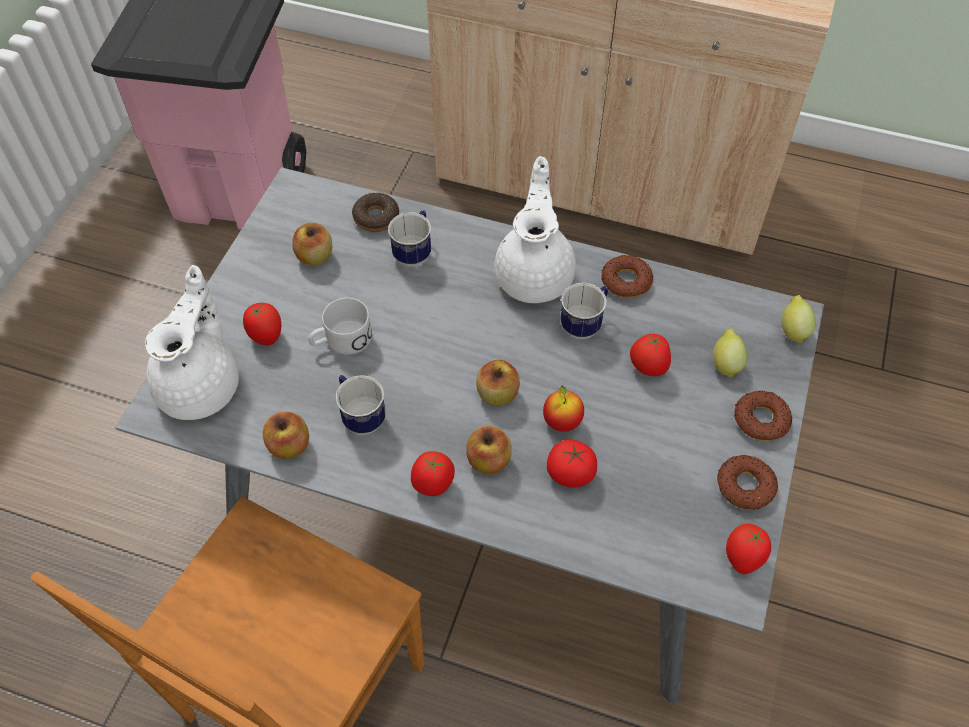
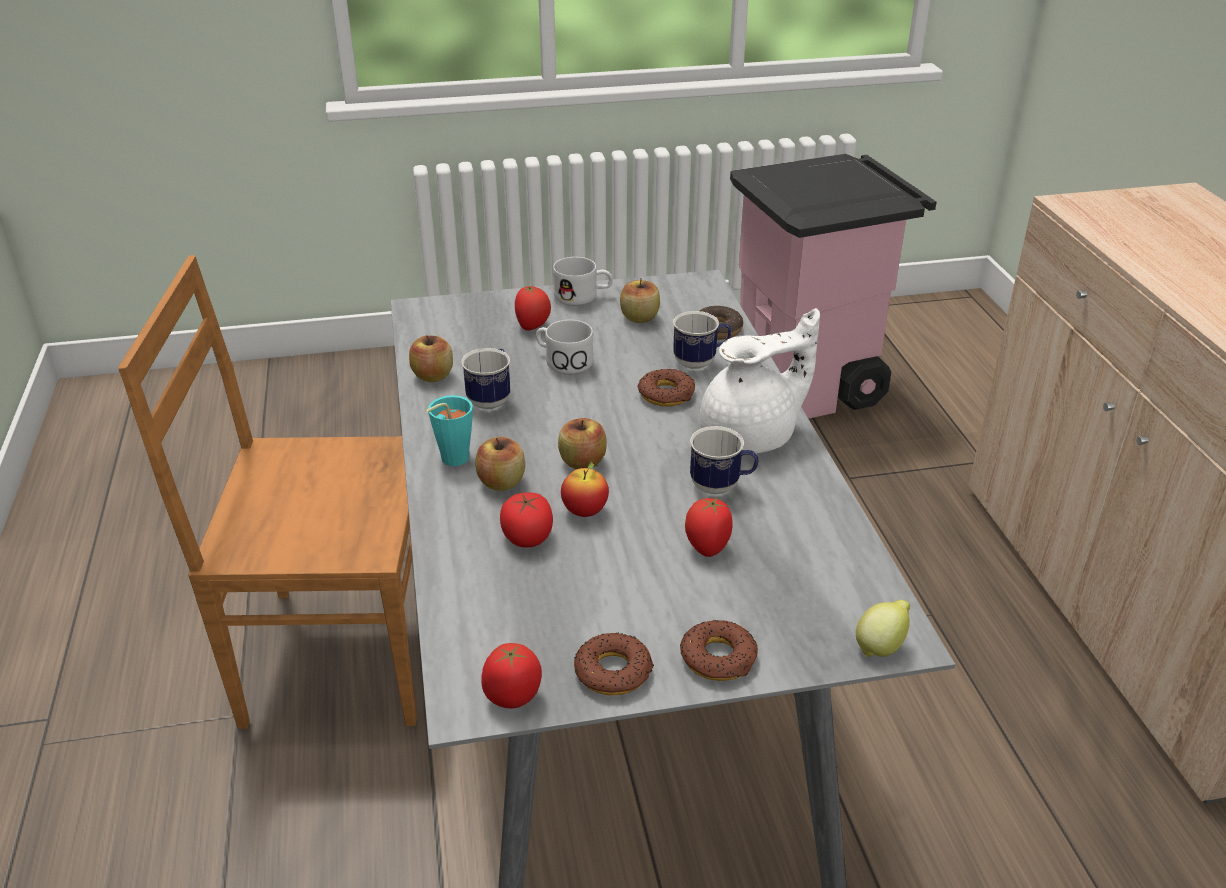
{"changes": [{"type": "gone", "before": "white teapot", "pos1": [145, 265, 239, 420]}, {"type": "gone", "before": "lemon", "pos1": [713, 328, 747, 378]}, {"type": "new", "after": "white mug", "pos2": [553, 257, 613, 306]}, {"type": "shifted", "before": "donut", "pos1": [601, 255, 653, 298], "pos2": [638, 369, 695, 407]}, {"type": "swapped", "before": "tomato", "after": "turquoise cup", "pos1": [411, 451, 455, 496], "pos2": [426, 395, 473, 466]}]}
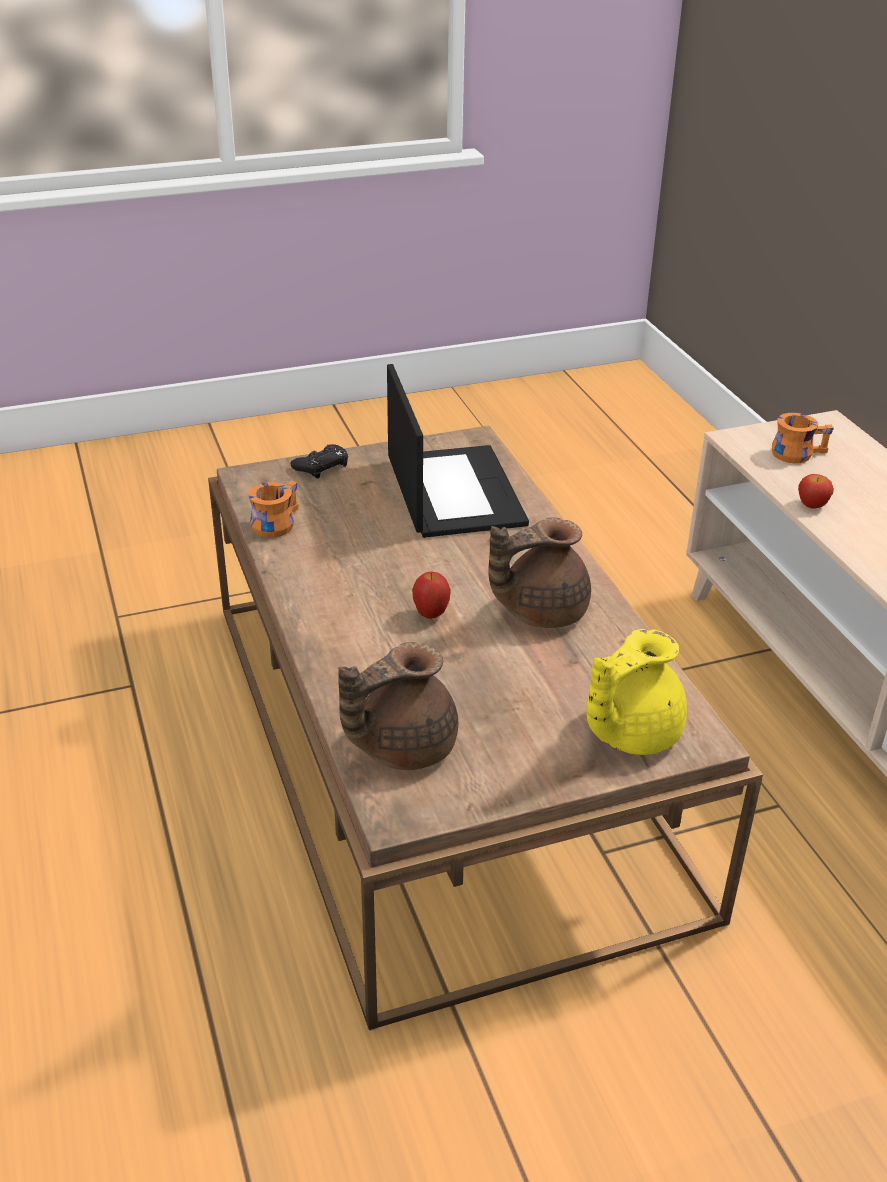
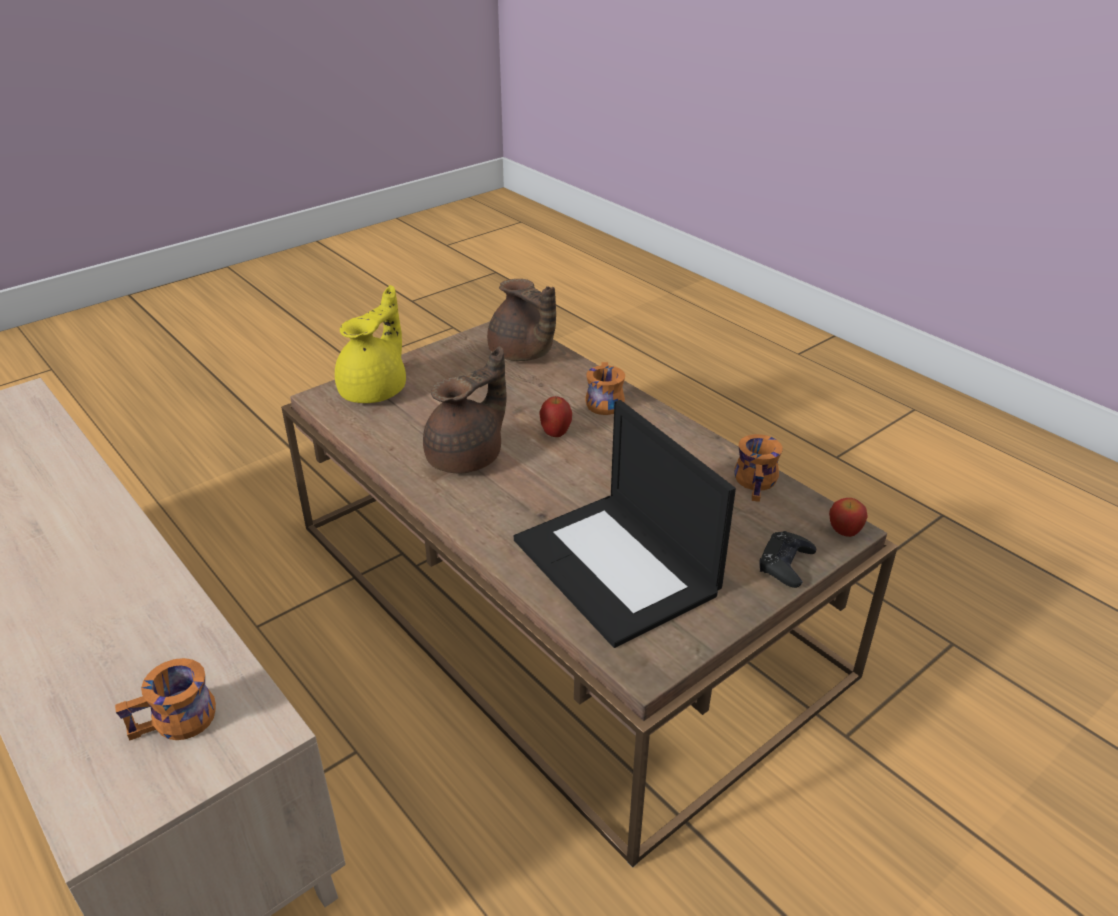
{"changes": [{"type": "new", "after": "orange mug", "pos2": [585, 362, 625, 415]}, {"type": "shifted", "before": "apple", "pos1": [798, 474, 834, 509], "pos2": [829, 498, 868, 537]}, {"type": "rotated", "before": "brown teapot", "pos1": [338, 642, 458, 770], "pos2": [487, 279, 556, 361], "turn": 105}]}
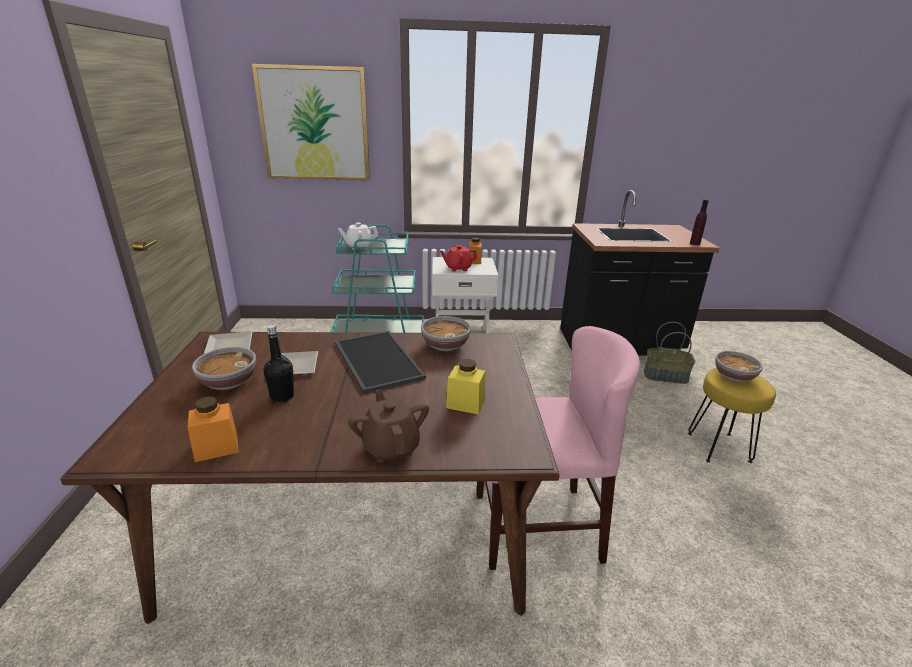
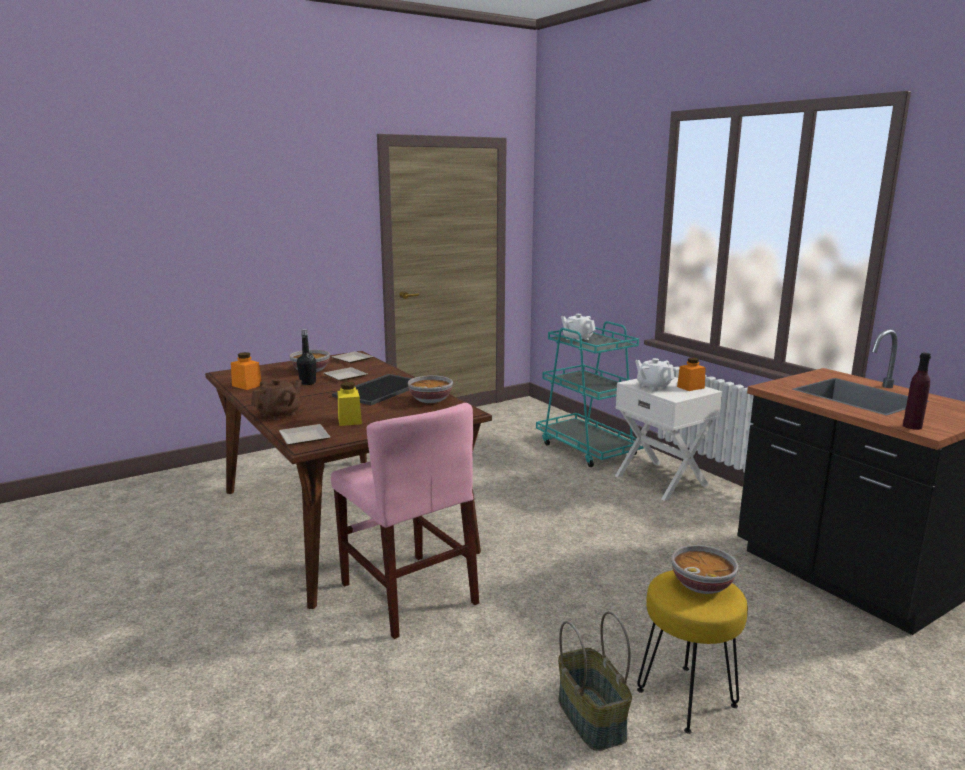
{"changes": [{"type": "gone", "before": "picture", "pos1": [252, 64, 370, 181]}, {"type": "new", "after": "plate", "pos2": [279, 424, 330, 445]}, {"type": "shifted", "before": "basket", "pos1": [644, 322, 696, 384], "pos2": [558, 611, 632, 751]}, {"type": "repainted", "before": "red teapot", "after": "white teapot", "pos1": [440, 245, 477, 272], "pos2": [635, 358, 674, 391]}]}
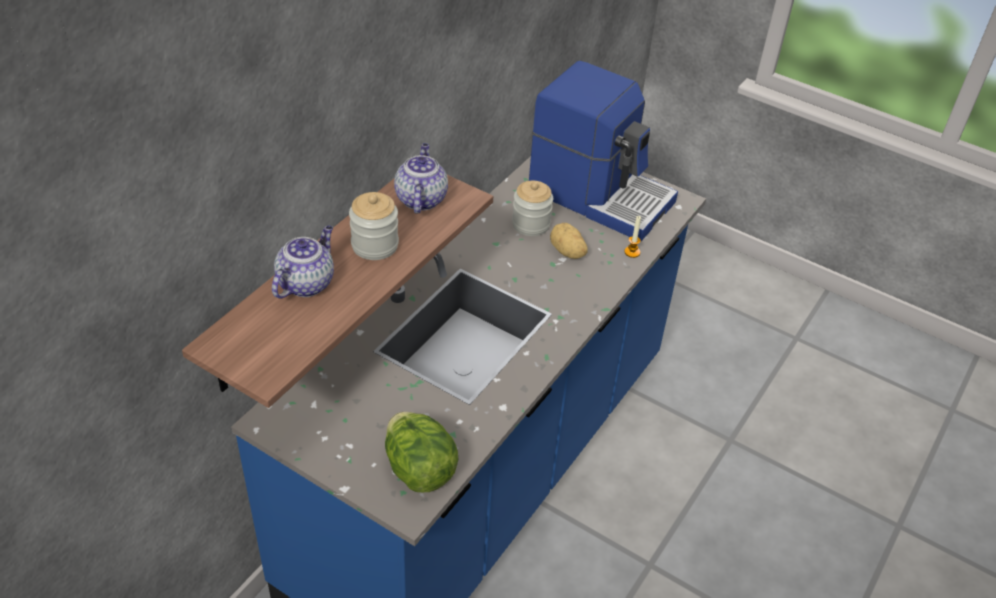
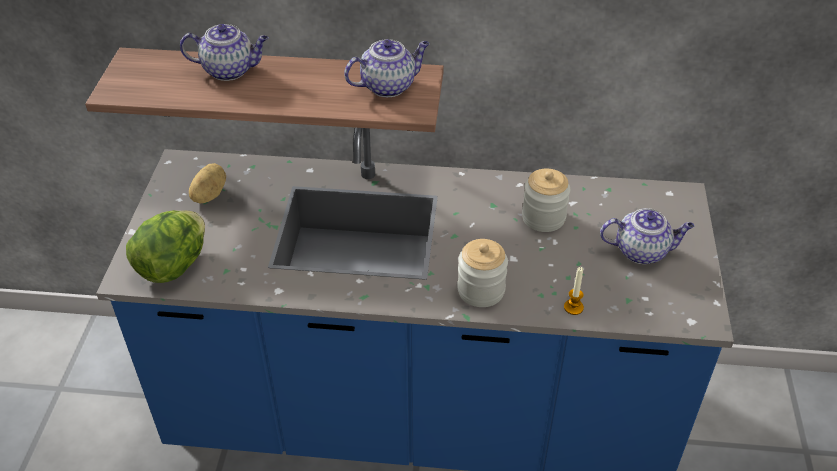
{"changes": [{"type": "shifted", "before": "jar", "pos1": [349, 192, 399, 260], "pos2": [457, 239, 508, 307]}, {"type": "shifted", "before": "potato", "pos1": [550, 223, 588, 259], "pos2": [189, 163, 226, 203]}, {"type": "swapped", "before": "coffee machine", "after": "teapot", "pos1": [529, 61, 678, 242], "pos2": [600, 208, 694, 264]}]}
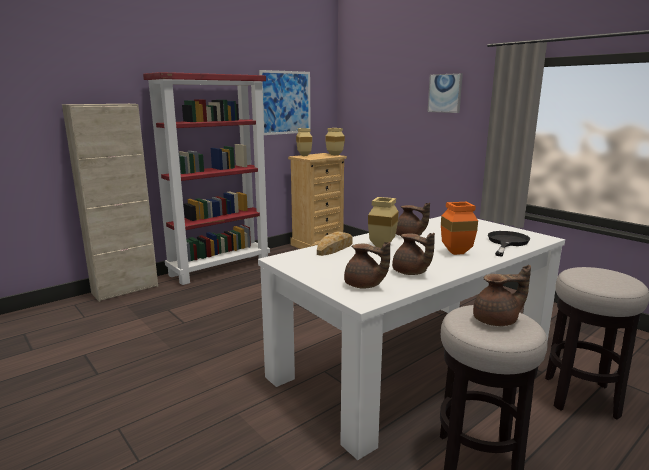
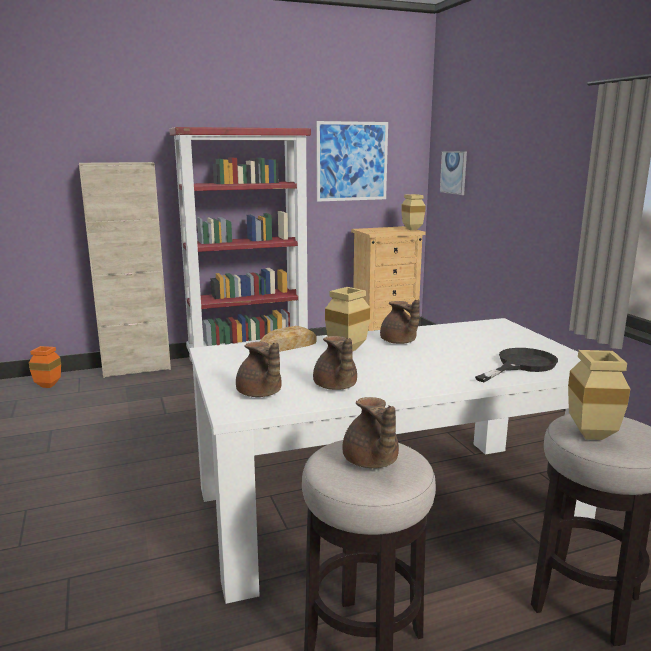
{"changes": [{"type": "shifted", "before": "beige vase", "pos1": [296, 128, 312, 156], "pos2": [568, 350, 630, 440]}, {"type": "shifted", "before": "picture", "pos1": [428, 73, 463, 113], "pos2": [440, 151, 467, 195]}, {"type": "shifted", "before": "orange vase", "pos1": [441, 202, 478, 255], "pos2": [29, 346, 61, 388]}, {"type": "rotated", "before": "brown teapot", "pos1": [473, 265, 531, 326], "pos2": [342, 397, 399, 468], "turn": 60}]}
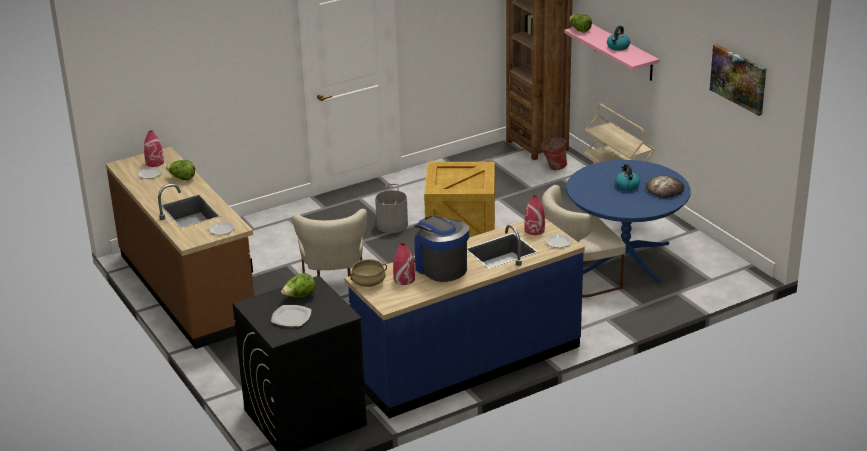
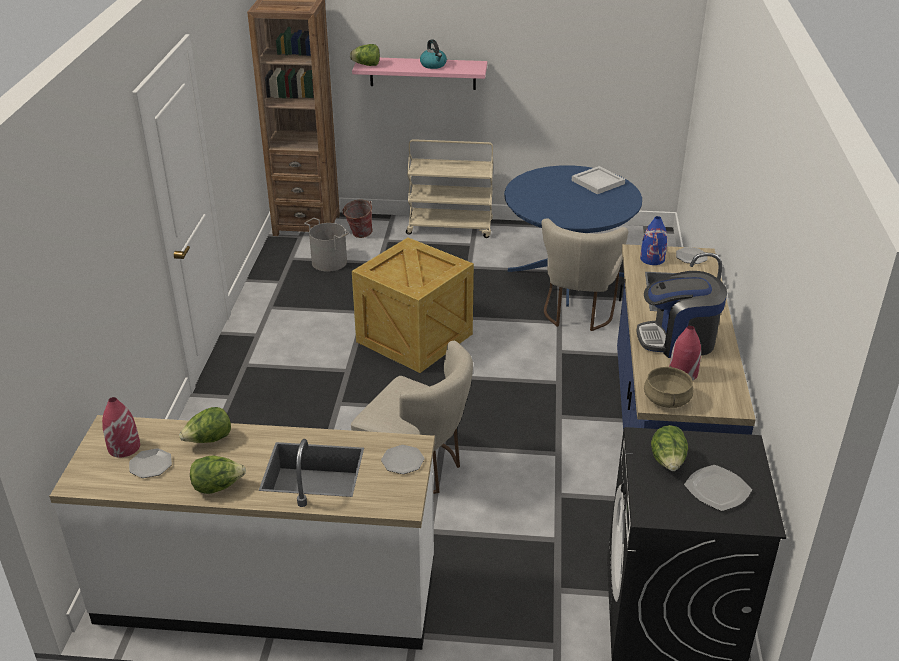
{"changes": [{"type": "gone", "before": "kettle", "pos1": [615, 164, 640, 191]}, {"type": "gone", "before": "picture", "pos1": [710, 44, 766, 116]}, {"type": "new", "after": "lettuce", "pos2": [190, 455, 246, 494]}, {"type": "shifted", "before": "grey bucket", "pos1": [375, 184, 408, 233], "pos2": [304, 218, 349, 272]}, {"type": "swapped", "before": "bread", "after": "white tray", "pos1": [646, 176, 684, 198], "pos2": [572, 166, 625, 194]}, {"type": "repainted", "before": "brown counter", "after": "white counter", "pos1": [106, 147, 254, 349], "pos2": [49, 415, 435, 650]}, {"type": "repainted", "before": "red vase", "after": "blue vase", "pos1": [524, 195, 545, 235], "pos2": [640, 216, 667, 265]}]}
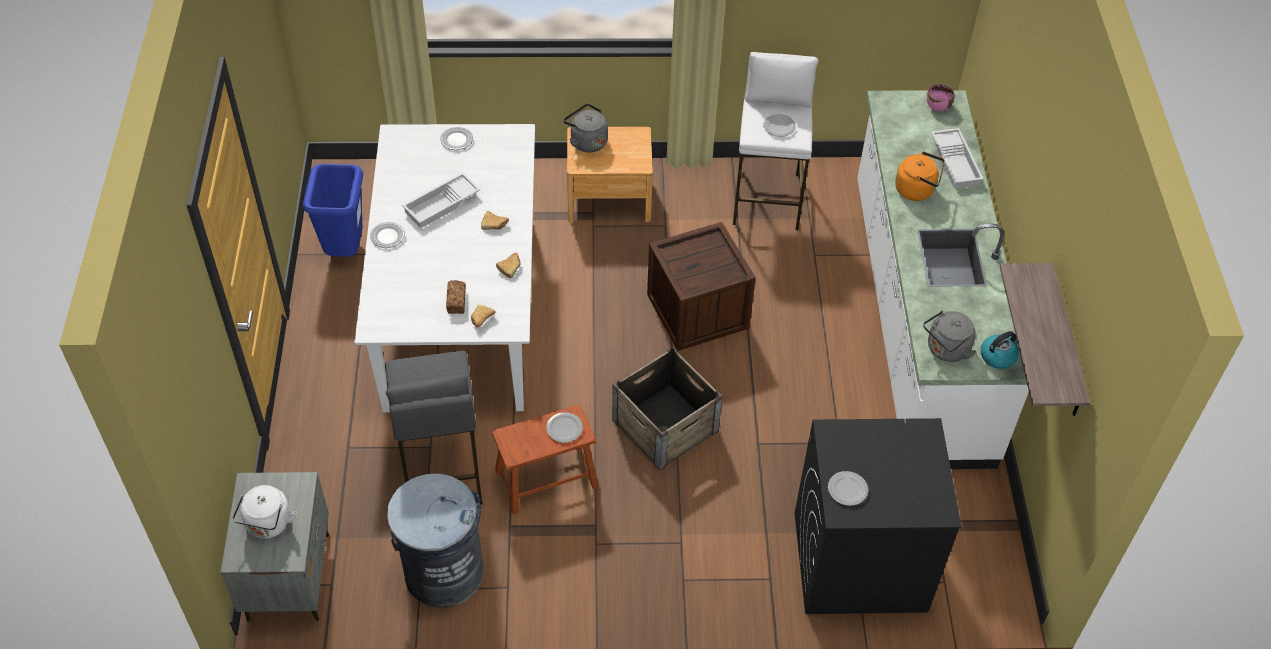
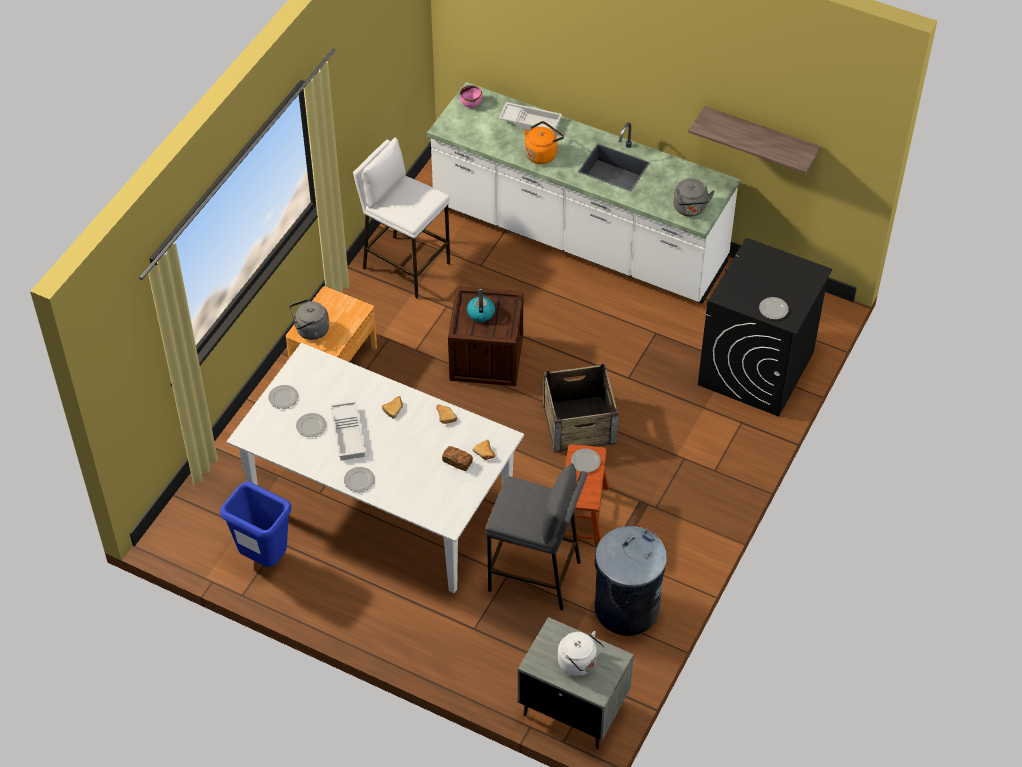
{"changes": [{"type": "shifted", "before": "plate", "pos1": [763, 114, 796, 137], "pos2": [296, 413, 327, 437]}, {"type": "shifted", "before": "kettle", "pos1": [981, 331, 1019, 369], "pos2": [467, 289, 495, 322]}]}
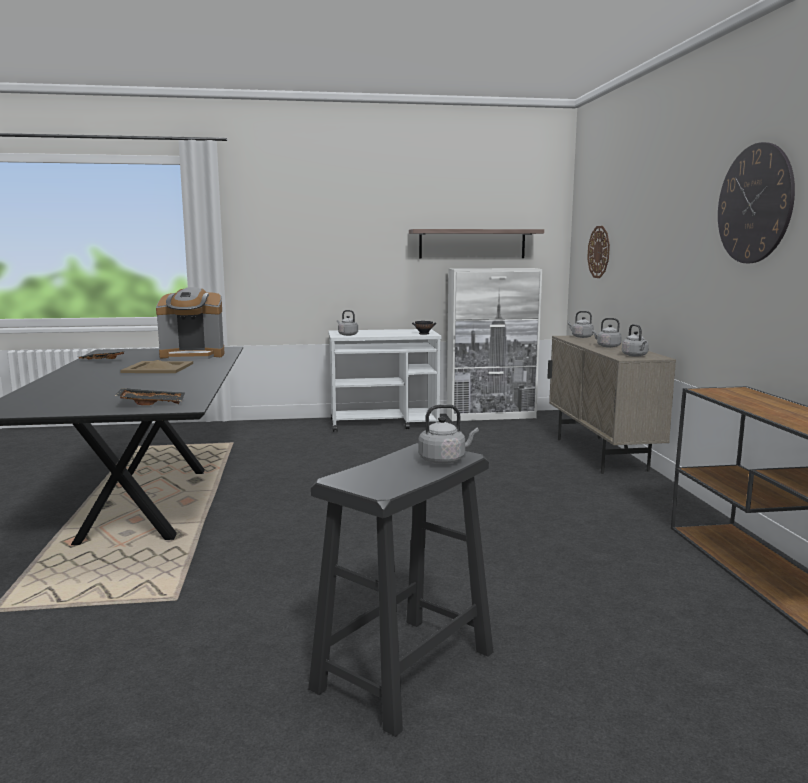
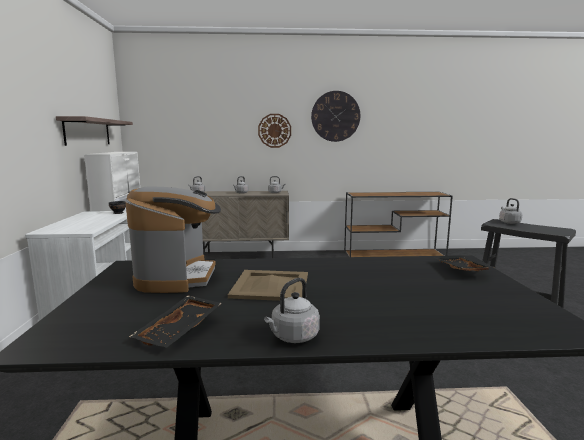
{"changes": [{"type": "shifted", "before": "grey kettle", "pos1": [337, 310, 358, 336], "pos2": [264, 278, 320, 343]}, {"type": "shifted", "before": "wall clock", "pos1": [587, 226, 610, 278], "pos2": [258, 114, 291, 148]}]}
